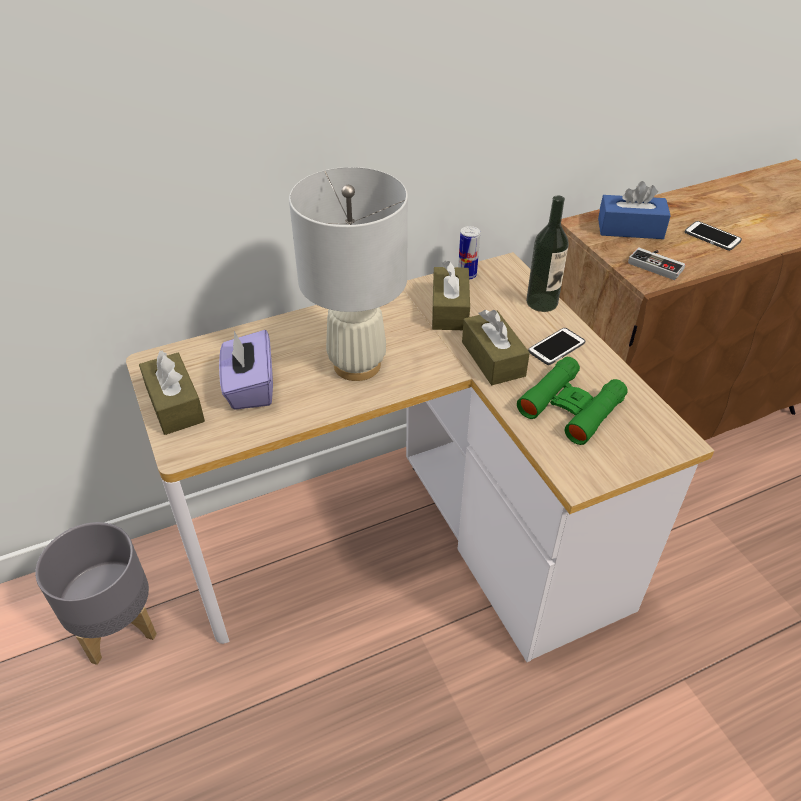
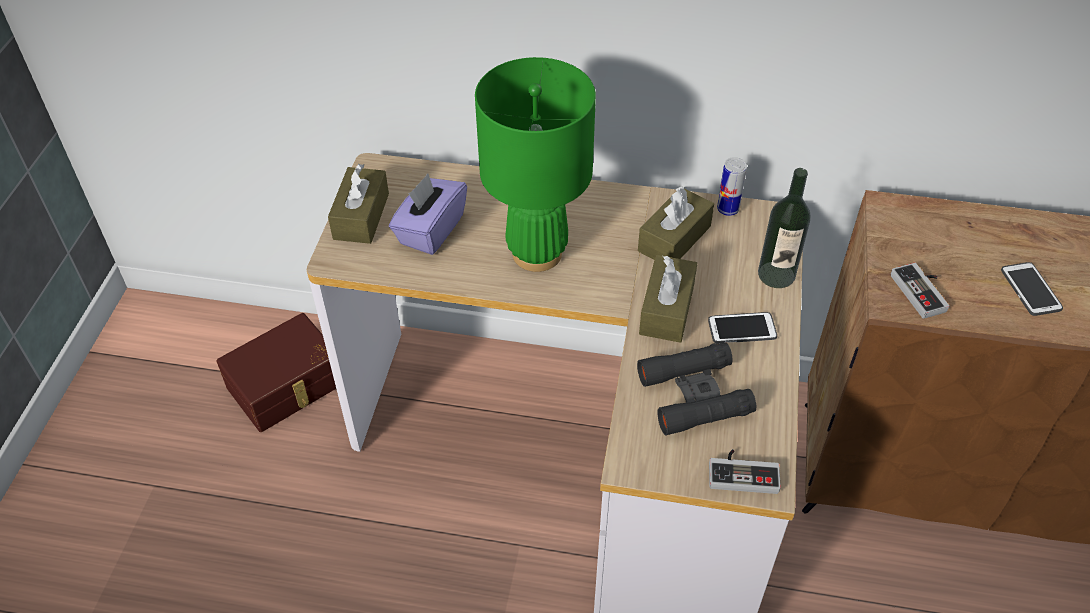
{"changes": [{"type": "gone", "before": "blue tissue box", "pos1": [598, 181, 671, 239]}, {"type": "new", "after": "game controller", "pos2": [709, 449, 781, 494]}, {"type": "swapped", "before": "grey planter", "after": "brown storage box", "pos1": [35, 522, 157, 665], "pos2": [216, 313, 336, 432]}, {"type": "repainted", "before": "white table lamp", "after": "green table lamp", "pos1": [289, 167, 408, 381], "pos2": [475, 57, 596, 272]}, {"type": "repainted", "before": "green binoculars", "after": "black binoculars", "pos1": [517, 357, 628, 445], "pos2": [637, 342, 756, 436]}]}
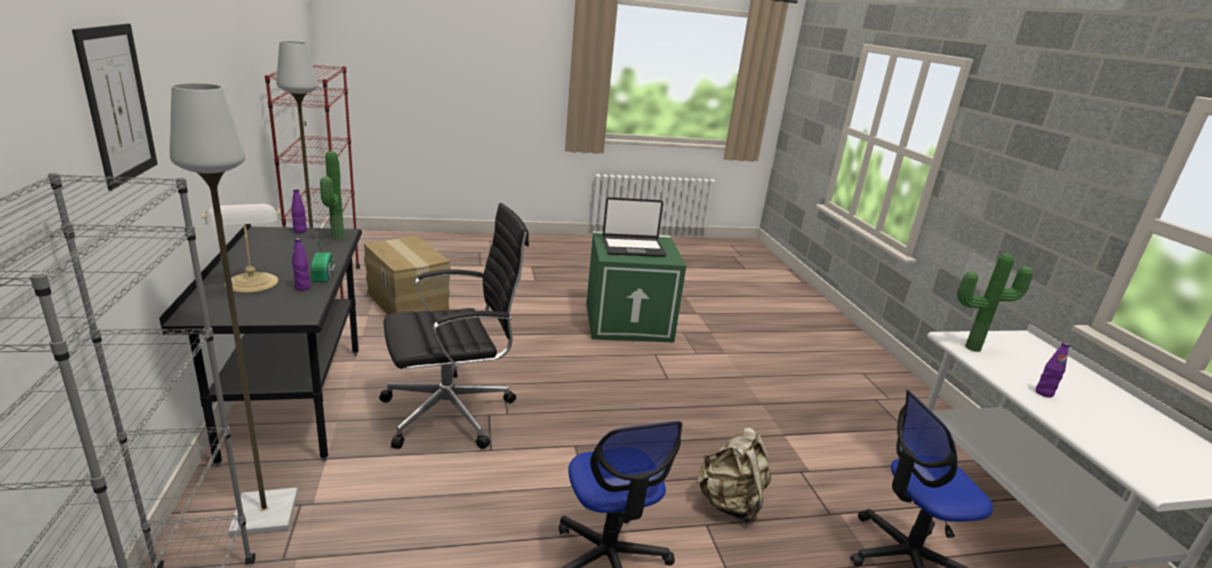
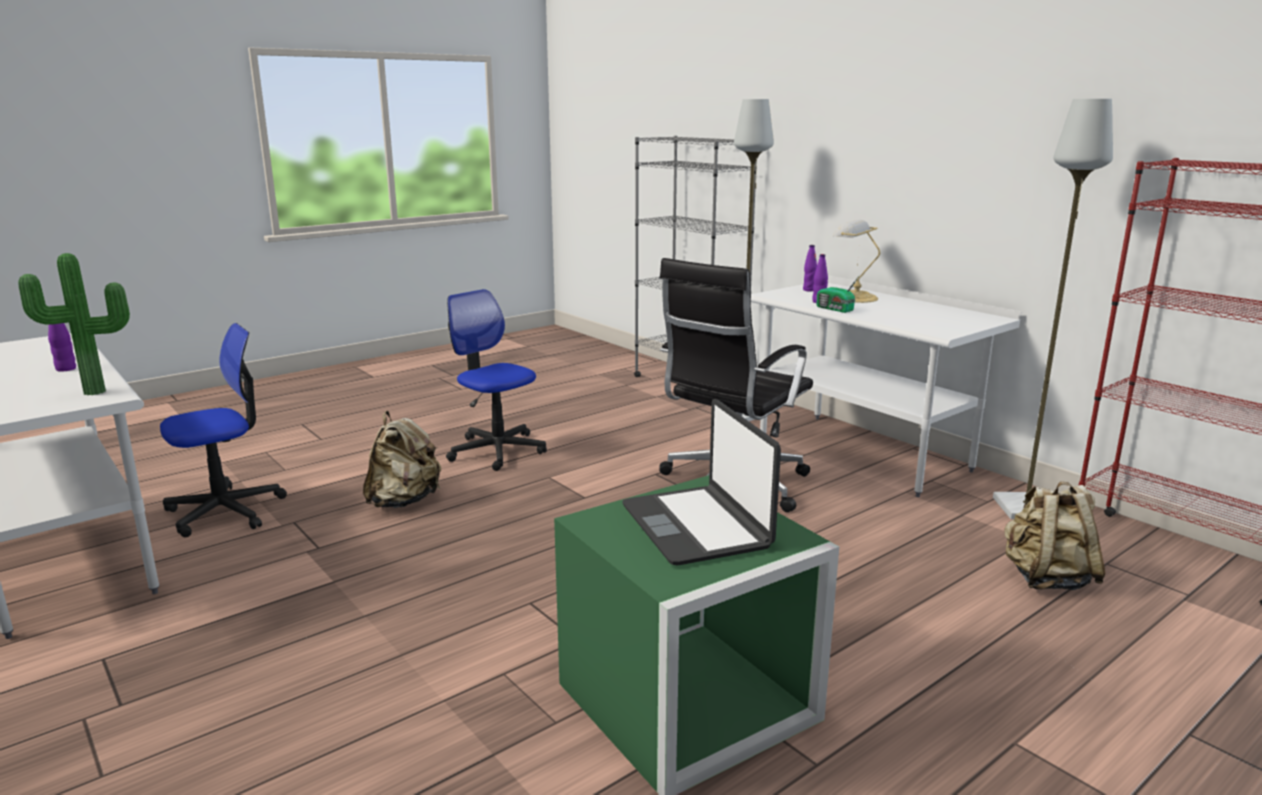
{"changes": [{"type": "gone", "before": "picture", "pos1": [72, 24, 158, 191]}, {"type": "gone", "before": "potted plant", "pos1": [320, 151, 344, 240]}, {"type": "shifted", "before": "purple bottle", "pos1": [291, 189, 307, 233], "pos2": [803, 245, 817, 291]}, {"type": "swapped", "before": "cardboard box", "after": "beige backpack", "pos1": [364, 236, 451, 315], "pos2": [1004, 481, 1106, 590]}, {"type": "repainted", "before": "black desk", "after": "white desk", "pos1": [159, 224, 362, 467], "pos2": [751, 276, 1021, 497]}, {"type": "rotated", "before": "laptop", "pos1": [602, 197, 666, 257], "pos2": [623, 399, 781, 566], "turn": -75}]}
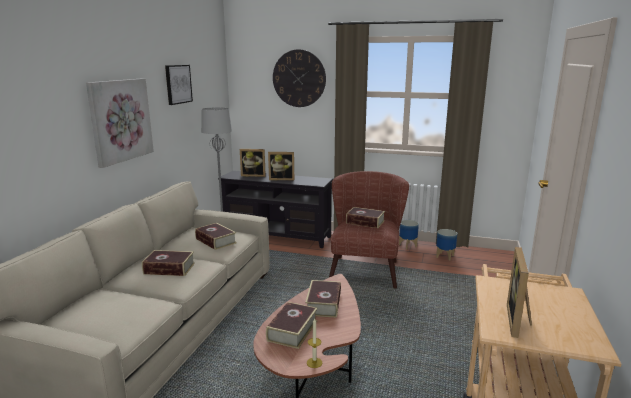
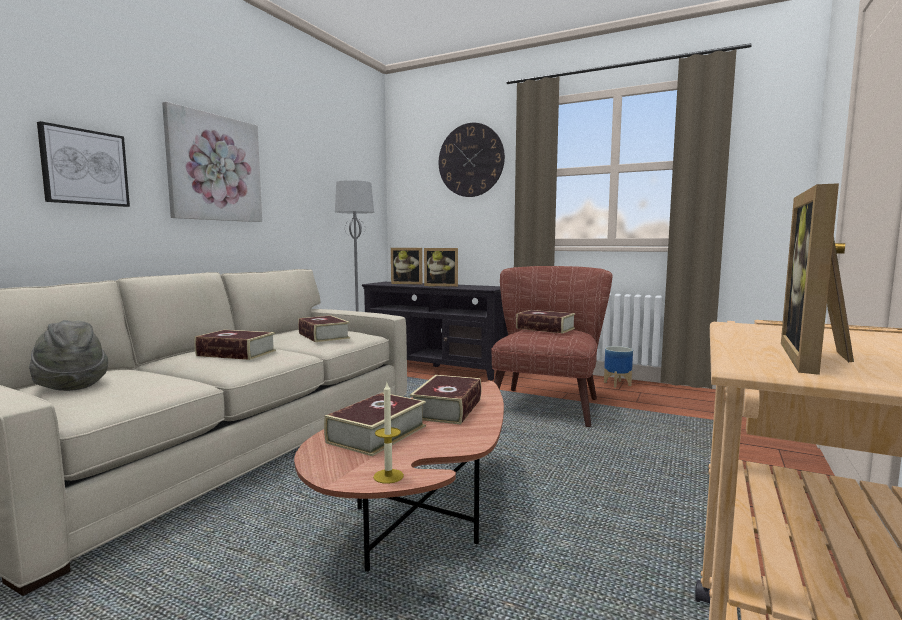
{"changes": [{"type": "gone", "before": "planter", "pos1": [436, 229, 457, 261]}, {"type": "new", "after": "grey hat", "pos2": [29, 320, 108, 391]}, {"type": "shifted", "before": "picture", "pos1": [165, 65, 193, 105], "pos2": [37, 121, 130, 207]}]}
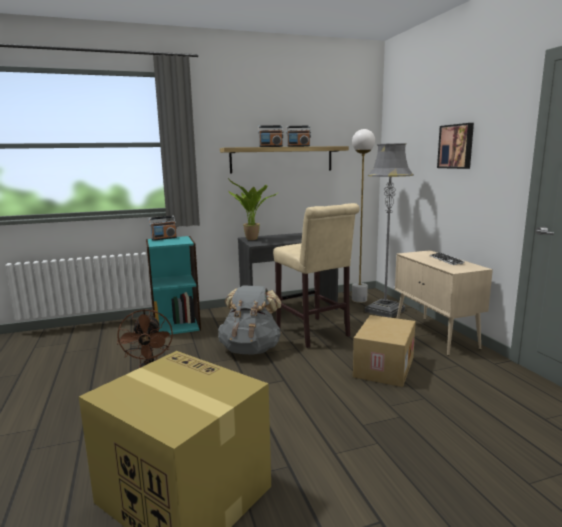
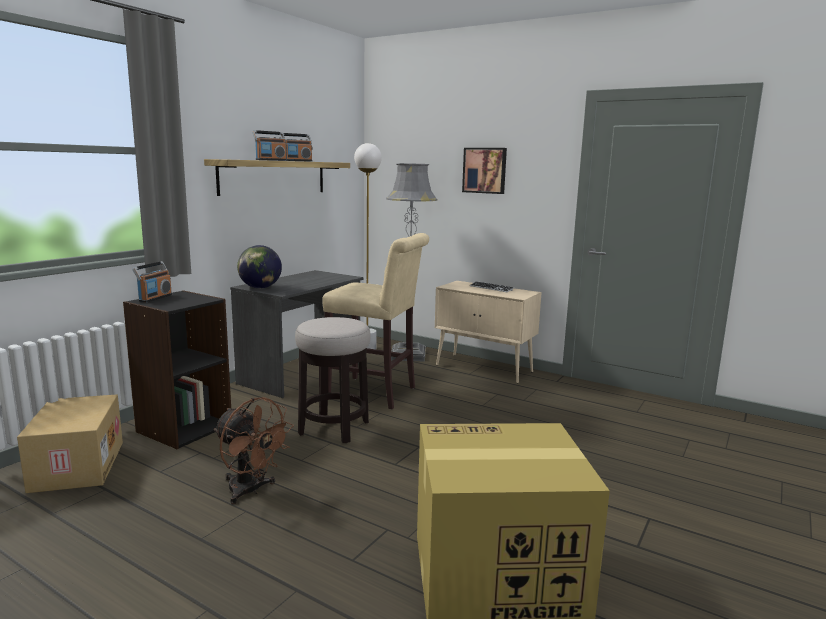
{"changes": [{"type": "shifted", "before": "cardboard box", "pos1": [353, 315, 416, 387], "pos2": [17, 394, 123, 493]}, {"type": "swapped", "before": "grey backpack", "after": "stool", "pos1": [218, 286, 282, 354], "pos2": [295, 317, 371, 443]}, {"type": "swapped", "before": "potted plant", "after": "globe", "pos1": [228, 178, 277, 240], "pos2": [237, 245, 282, 289]}, {"type": "repainted", "before": "turquoise bookcase", "after": "black bookcase", "pos1": [146, 236, 201, 335], "pos2": [123, 290, 231, 449]}]}
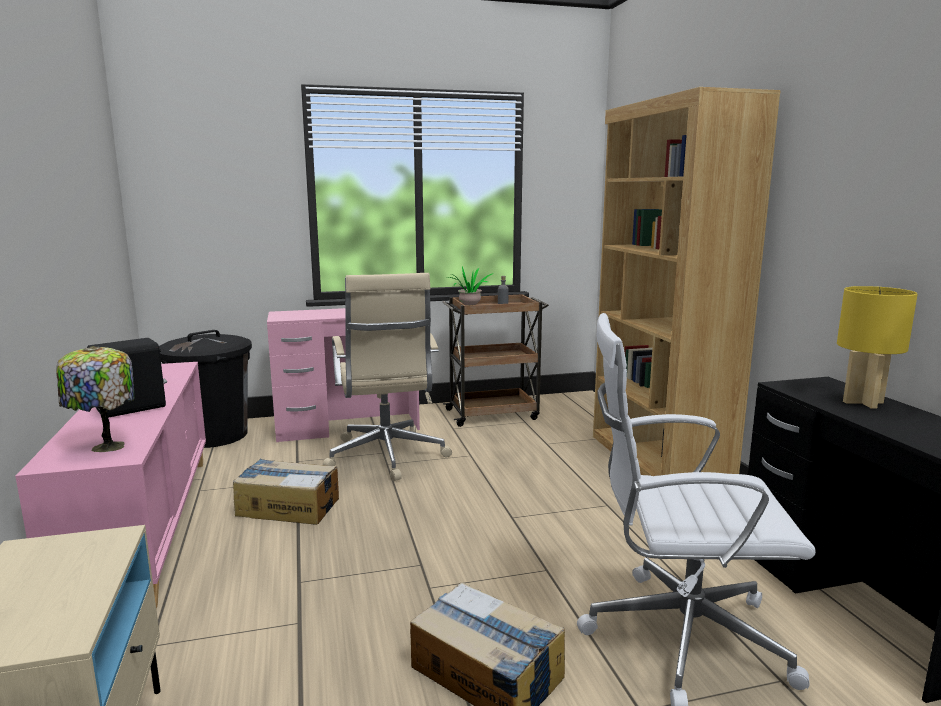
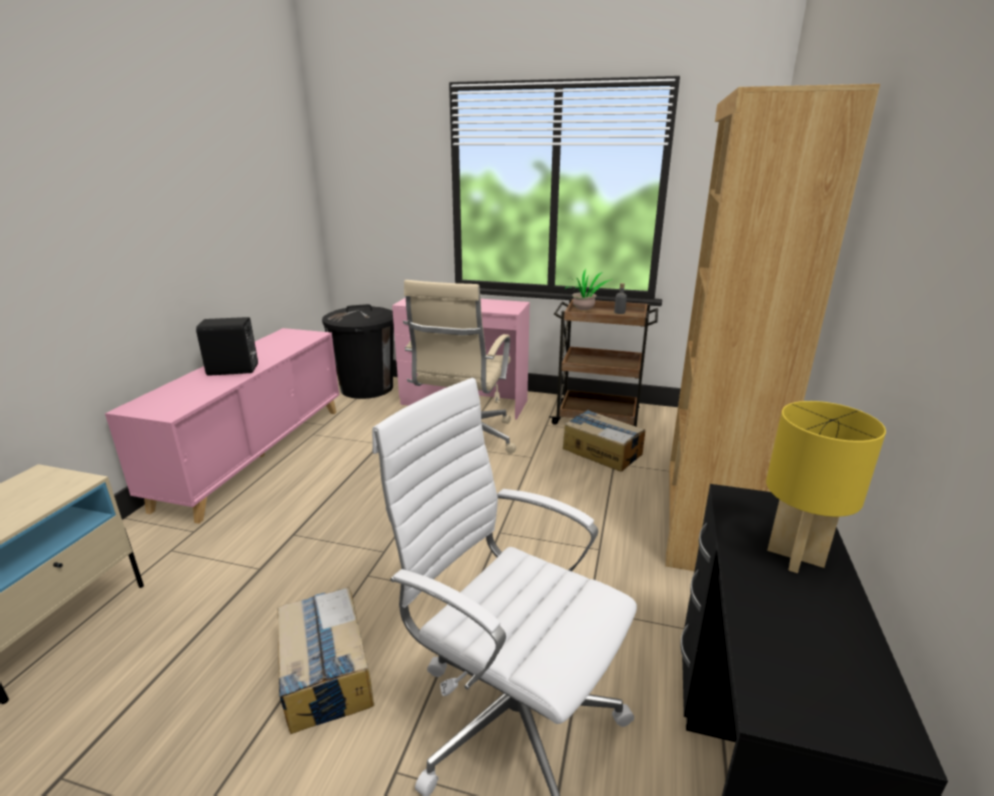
{"changes": [{"type": "gone", "before": "table lamp", "pos1": [56, 346, 134, 453]}, {"type": "shifted", "before": "cardboard box", "pos1": [233, 459, 339, 525], "pos2": [563, 410, 645, 472]}]}
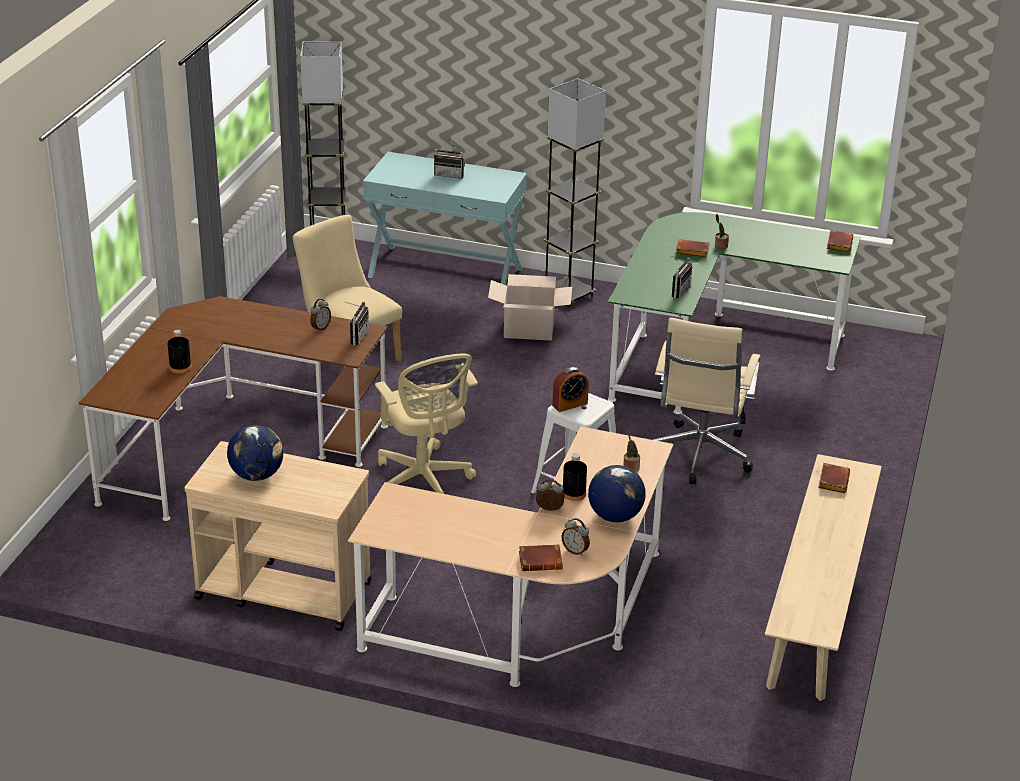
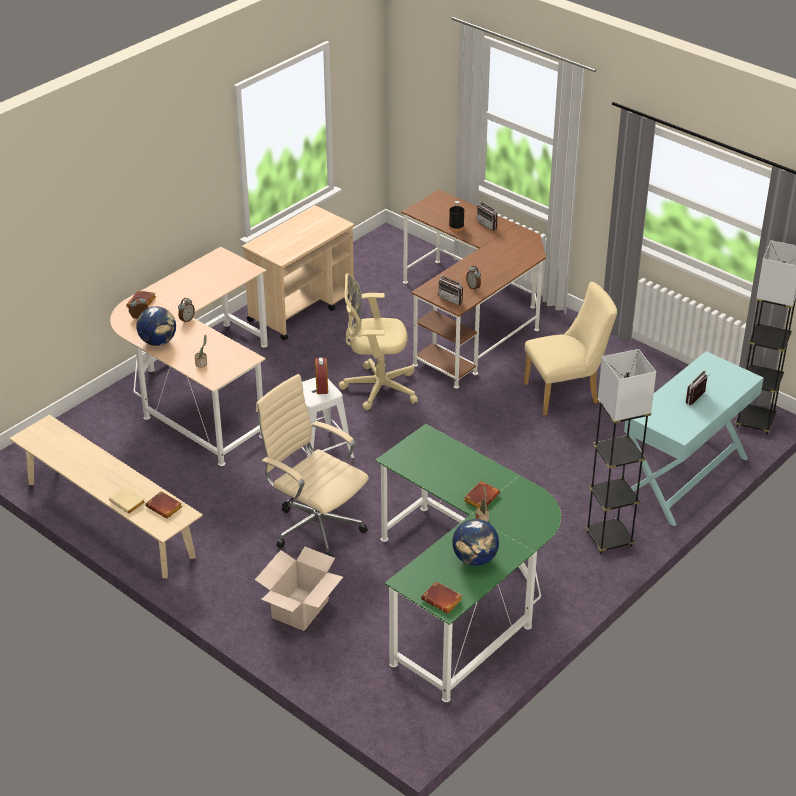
{"changes": [{"type": "gone", "before": "black bottle", "pos1": [563, 453, 587, 501]}, {"type": "new", "after": "beige book", "pos2": [109, 486, 146, 514]}, {"type": "shifted", "before": "globe", "pos1": [227, 425, 283, 481], "pos2": [452, 519, 499, 566]}, {"type": "shifted", "before": "cardboard box", "pos1": [488, 274, 572, 341], "pos2": [255, 546, 343, 631]}, {"type": "shifted", "before": "radio", "pos1": [672, 256, 692, 298], "pos2": [477, 198, 498, 231]}]}
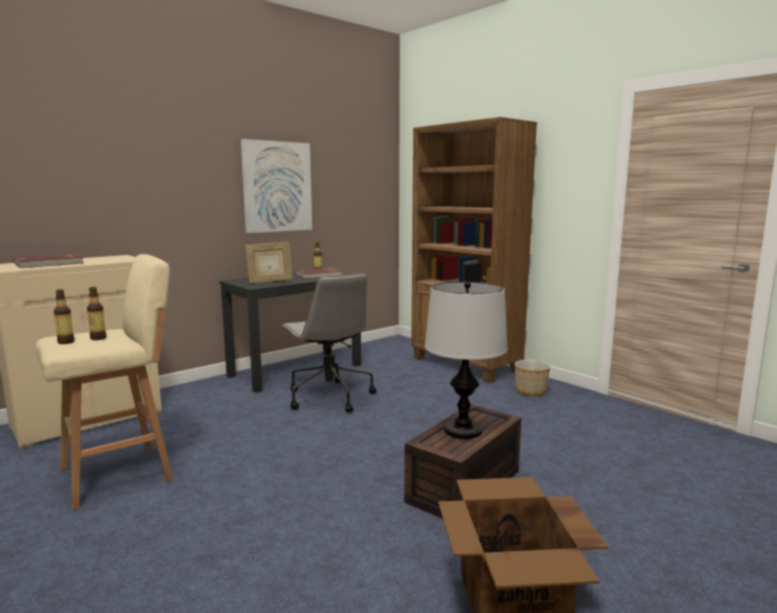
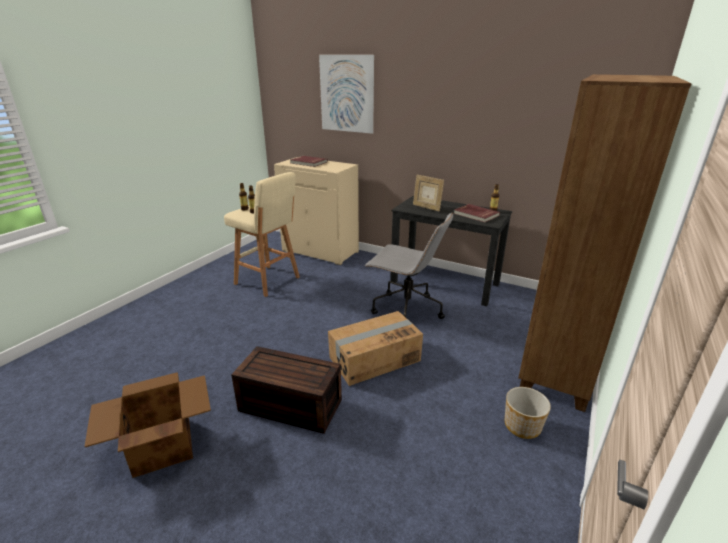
{"changes": [{"type": "gone", "before": "table lamp", "pos1": [425, 282, 508, 439]}, {"type": "new", "after": "cardboard box", "pos2": [328, 311, 423, 386]}, {"type": "shifted", "before": "picture", "pos1": [241, 139, 312, 233], "pos2": [319, 55, 374, 134]}, {"type": "rotated", "before": "grey office chair", "pos1": [281, 273, 377, 413], "pos2": [364, 213, 453, 319], "turn": -105}]}
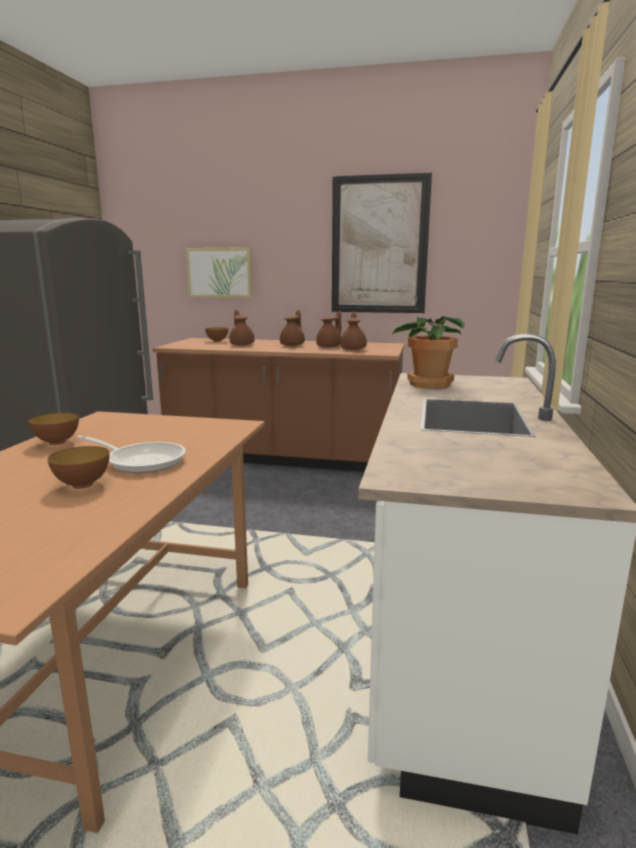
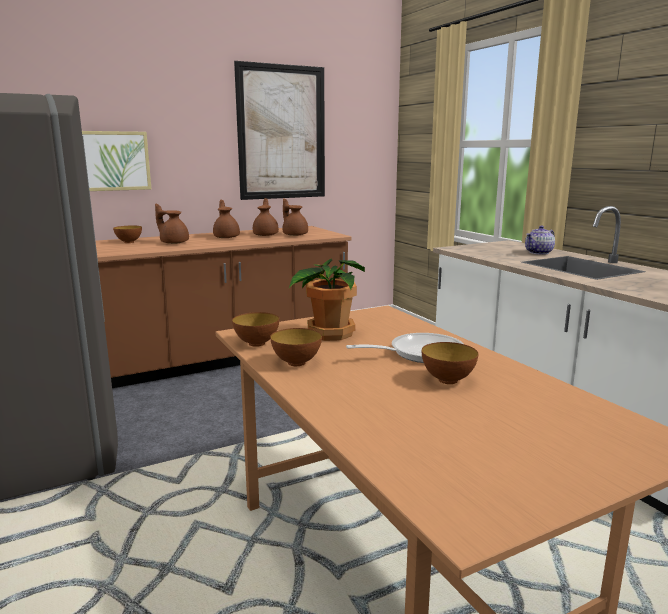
{"changes": [{"type": "new", "after": "bowl", "pos2": [232, 312, 279, 347]}, {"type": "new", "after": "teapot", "pos2": [525, 226, 555, 255]}, {"type": "shifted", "before": "potted plant", "pos1": [391, 316, 465, 389], "pos2": [289, 258, 365, 341]}]}
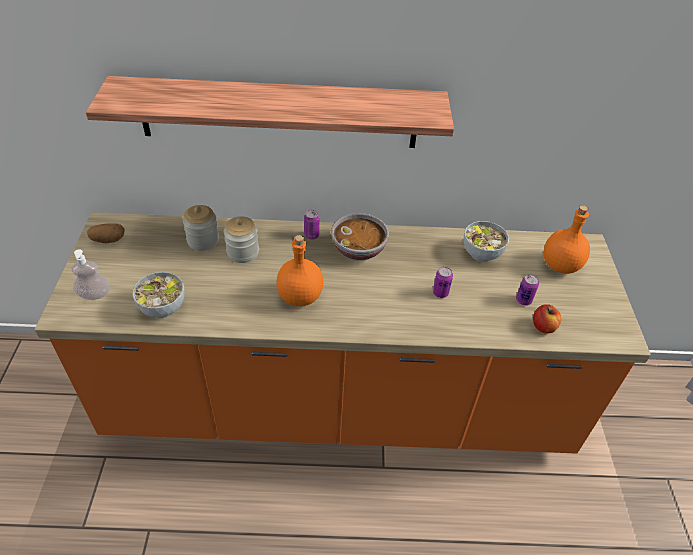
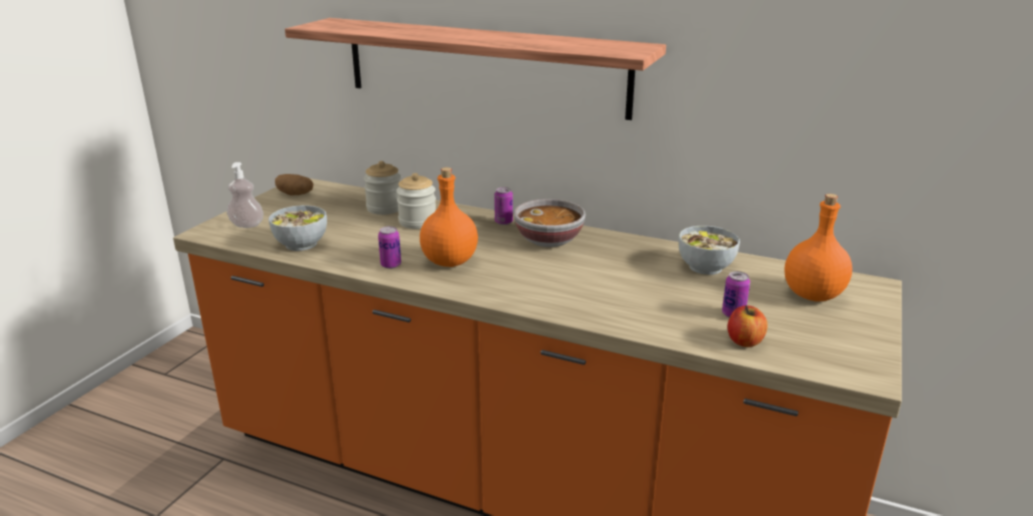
{"changes": [{"type": "shifted", "before": "can", "pos1": [433, 267, 453, 298], "pos2": [378, 226, 401, 269]}]}
